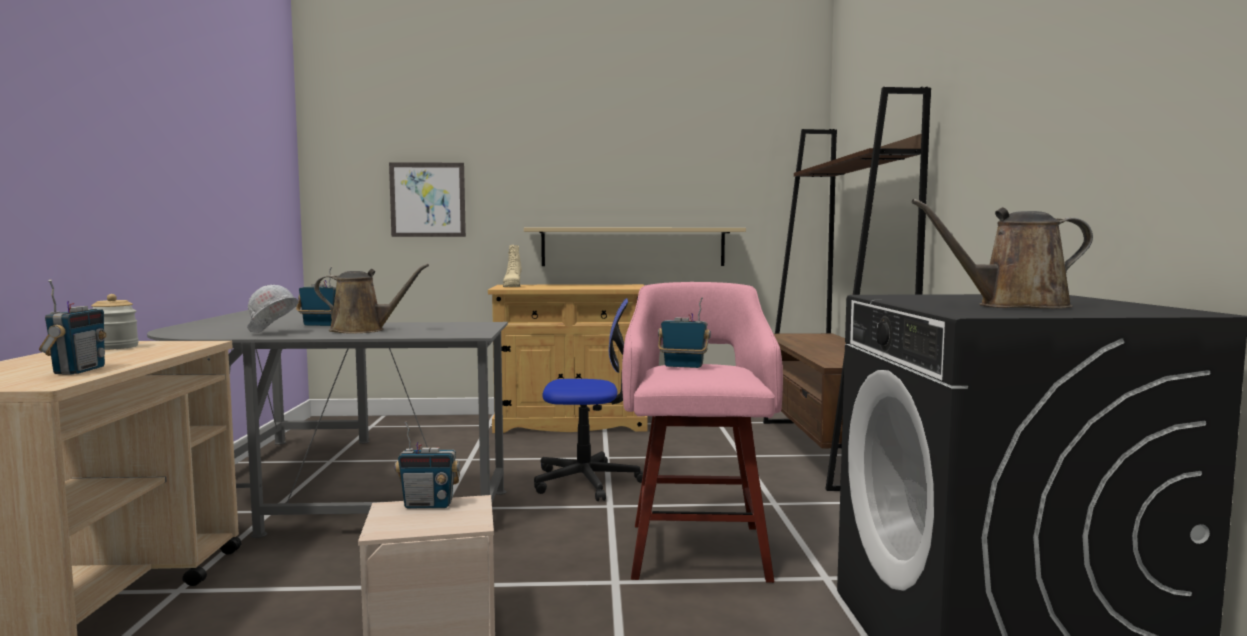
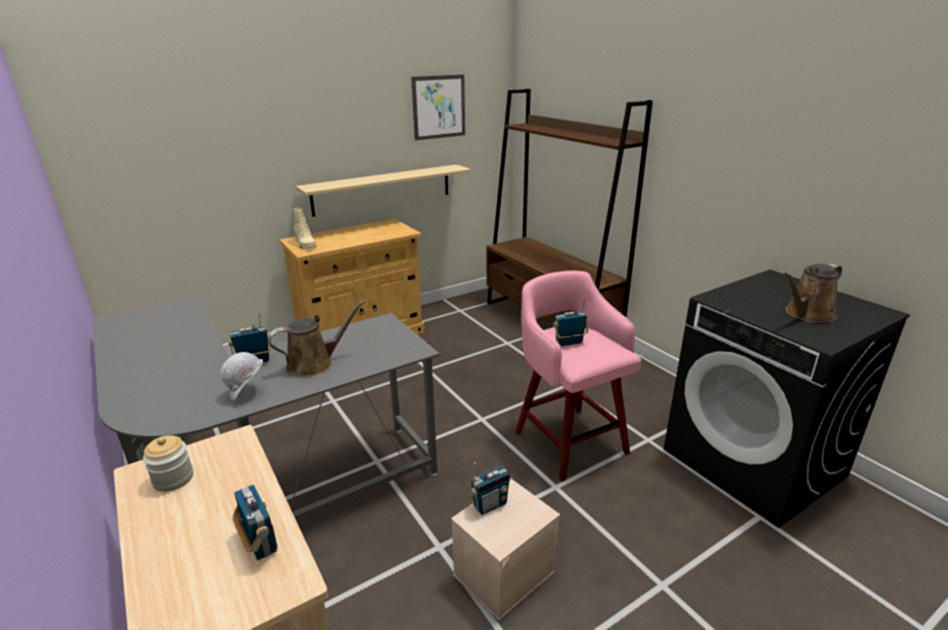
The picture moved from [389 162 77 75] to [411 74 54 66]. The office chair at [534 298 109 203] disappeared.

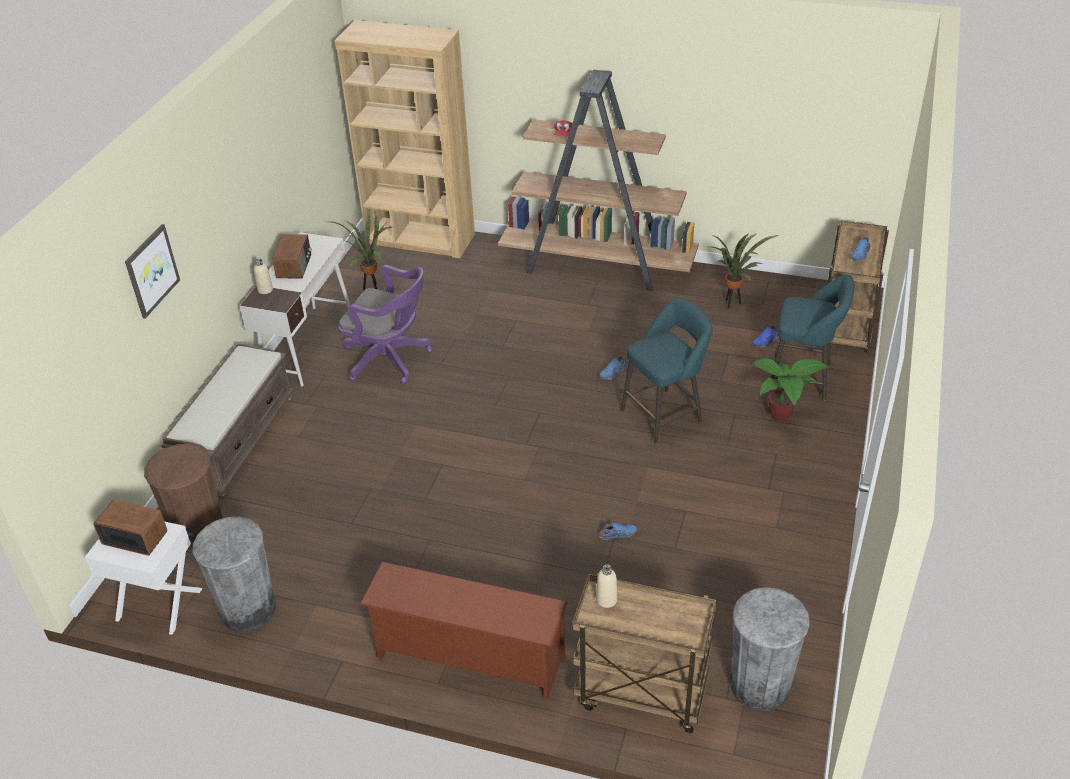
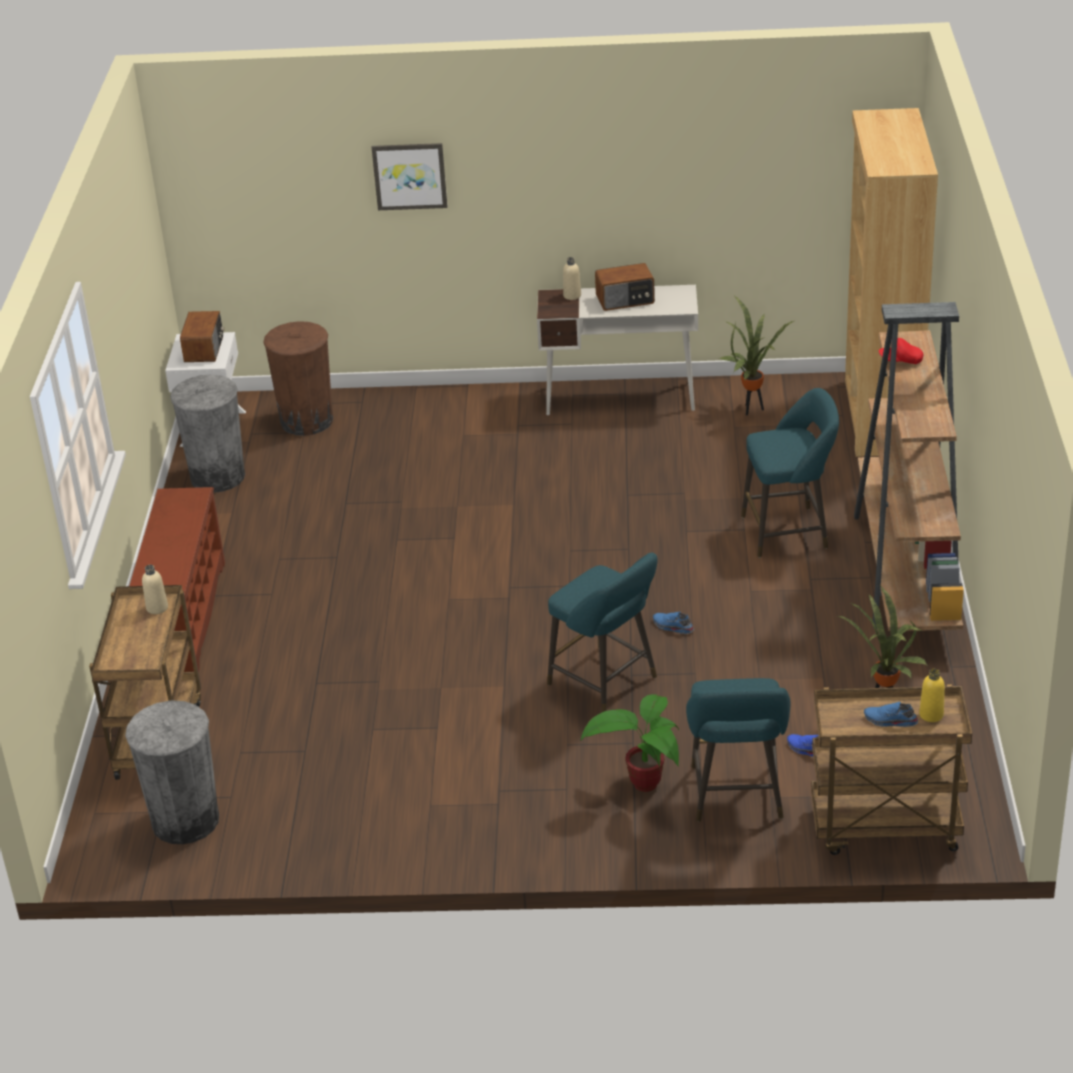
The turquoise stool at [741 388 98 170] appeared. The yellow bottle at [919 669 26 53] appeared. The brown bench at [161 343 133 155] disappeared. The purple office chair at [339 265 94 119] disappeared. The blue shoe at [599 522 38 18] disappeared.

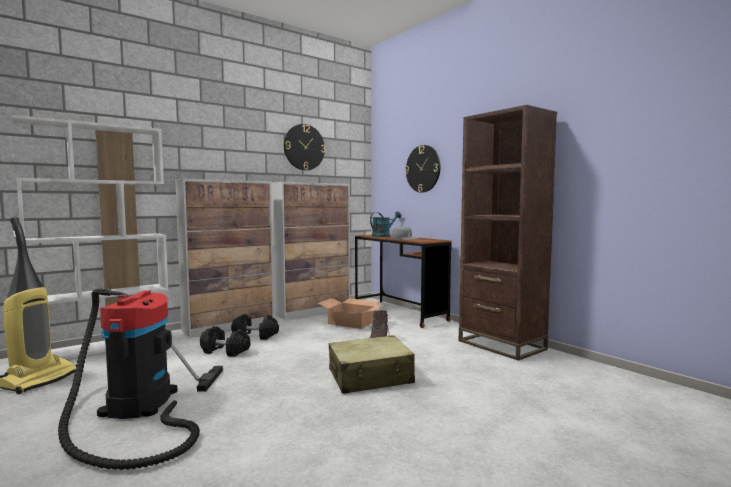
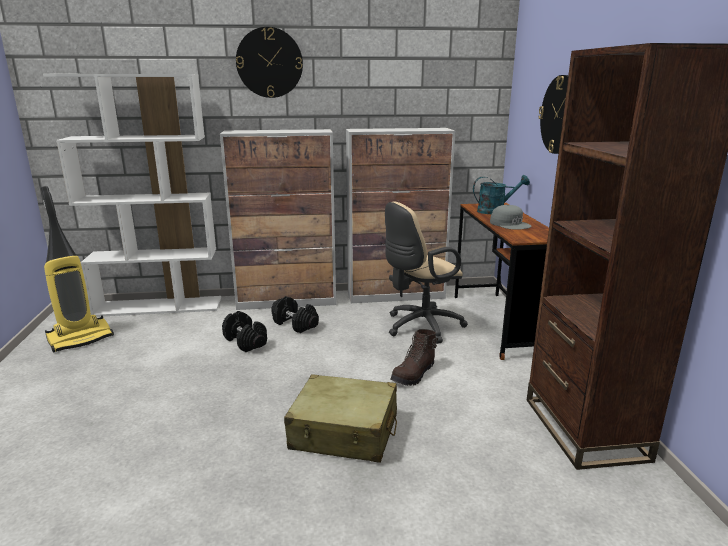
The wall clock moved from [284 124 41 46] to [236 27 67 71]. The cardboard box at [318 298 66 31] was replaced by the beige office chair at [385 202 83 142]. The vacuum cleaner at [58 289 165 181] disappeared.

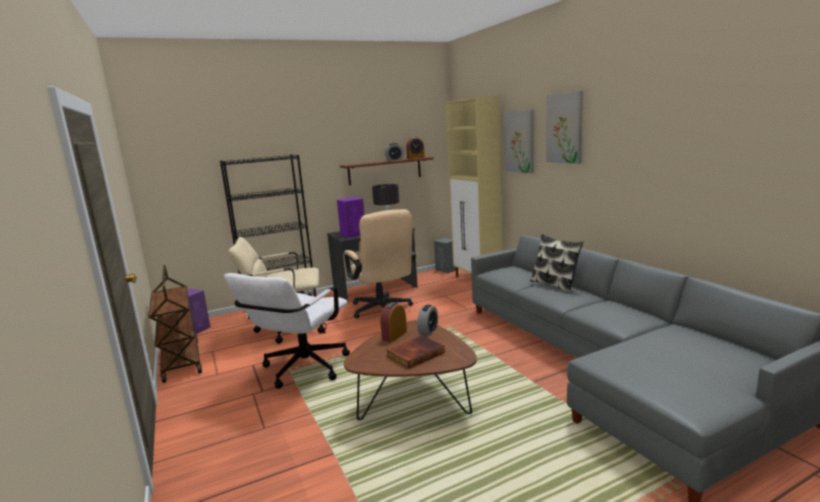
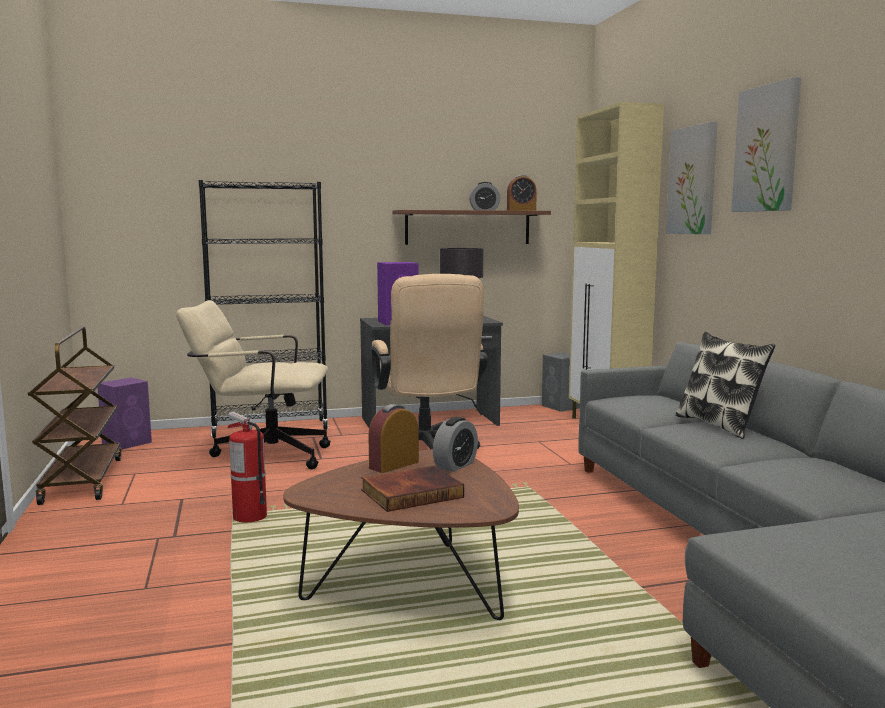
The white office chair at [224 273 126 116] was replaced by the fire extinguisher at [228 411 39 111].

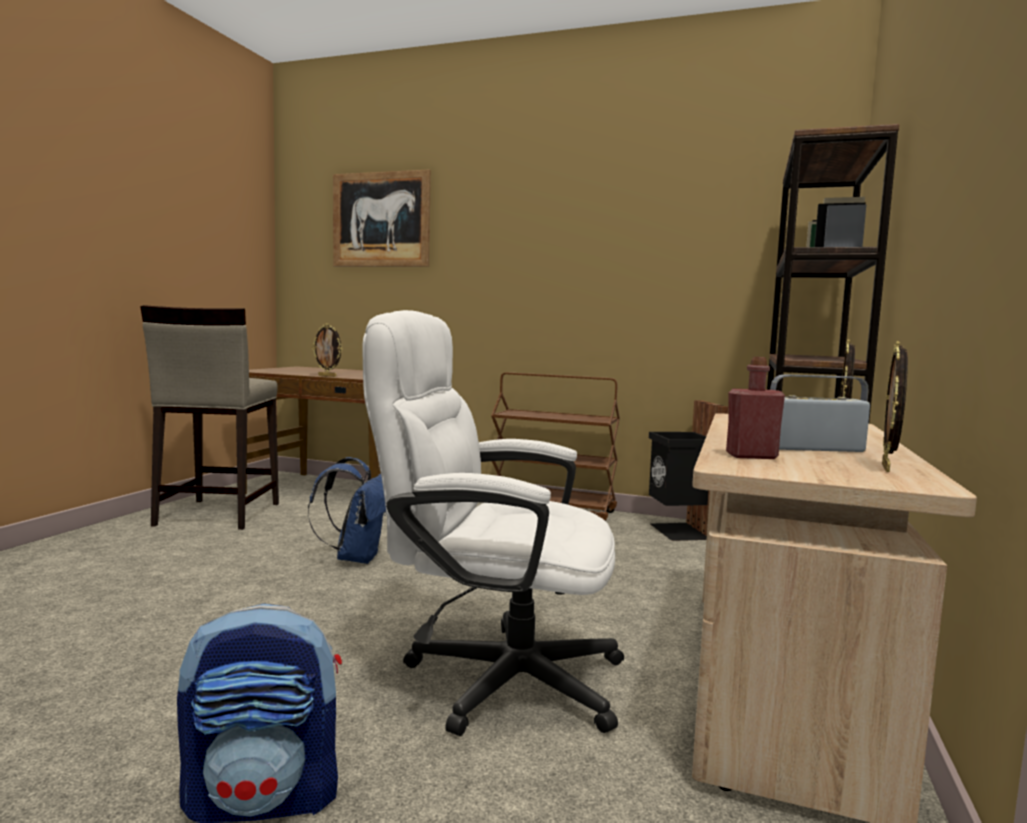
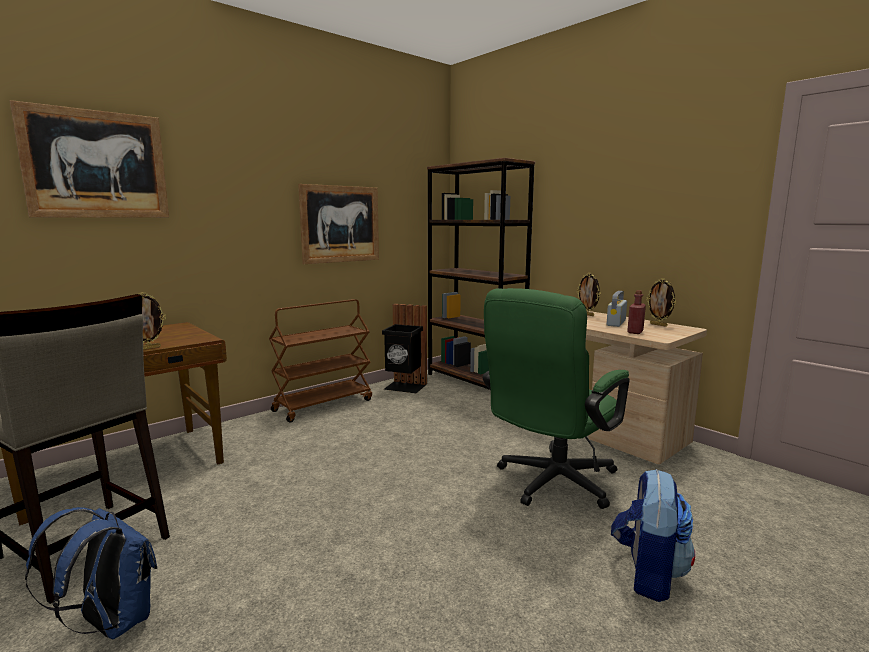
The blue backpack moved from [308 457 79 107] to [25 507 132 132]. The picture at [298 184 81 80] appeared. The white office chair at [362 310 262 426] became the green office chair at [483 288 147 221].

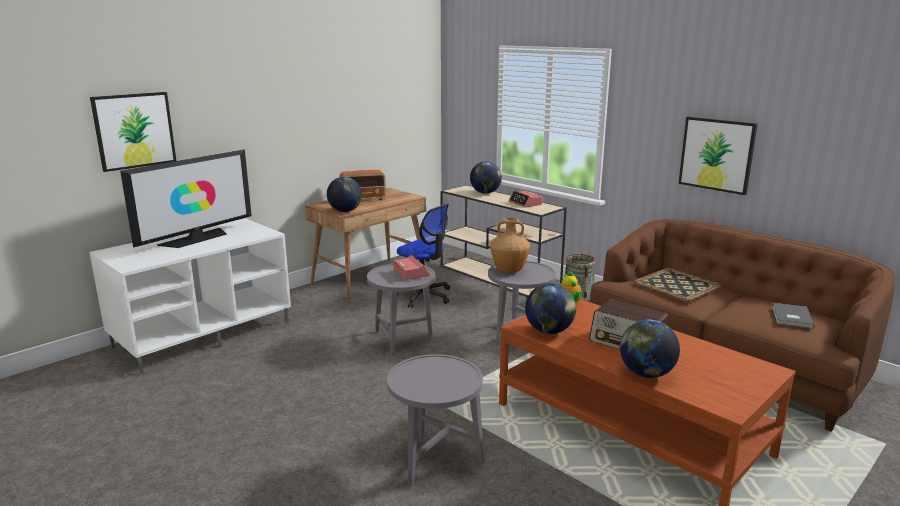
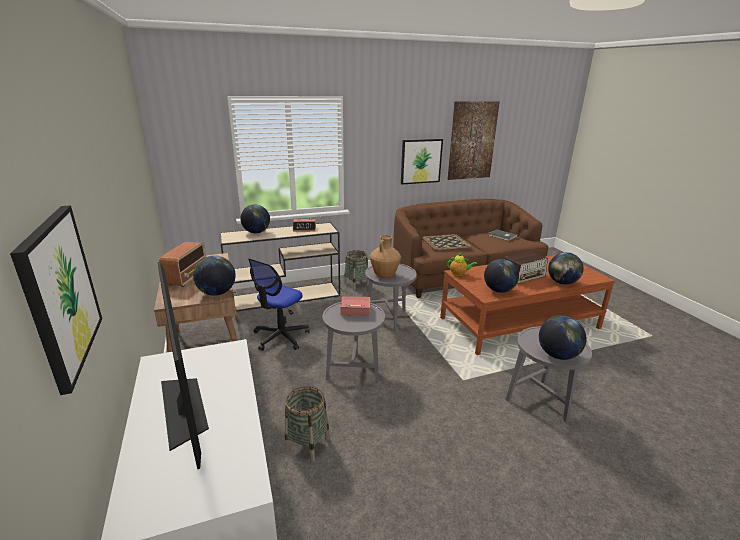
The office chair at [397 203 53 105] turned 150 degrees clockwise. The basket at [285 386 45 76] appeared. The picture at [447 101 53 79] appeared. The globe at [539 315 48 45] appeared.

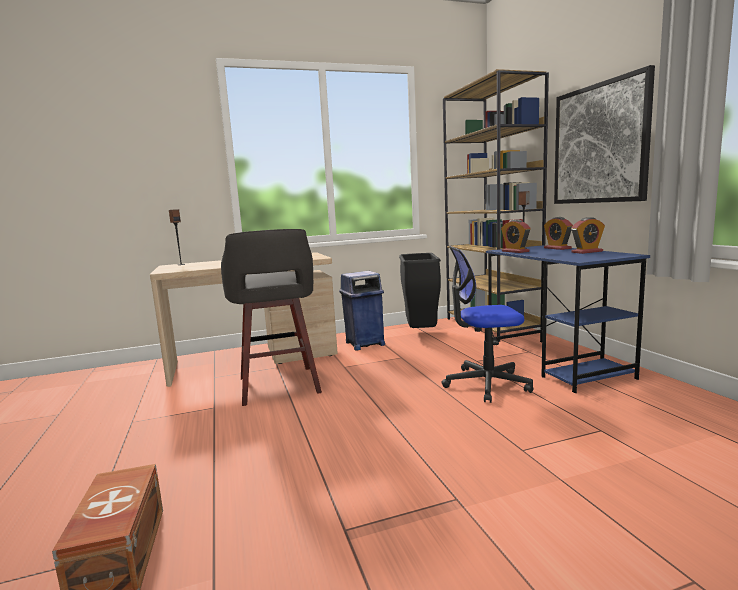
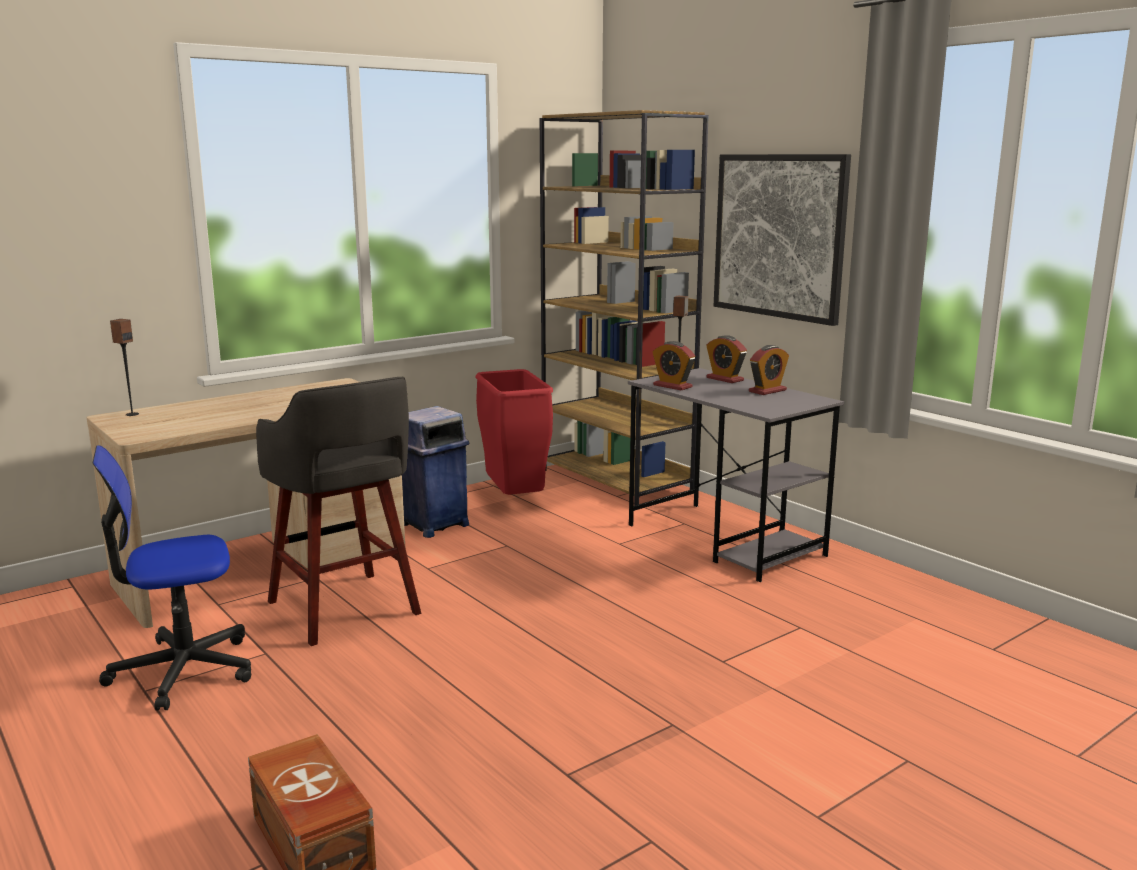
The office chair moved from [442 246 91 157] to [92 445 159 266]. The black trash can at [399 253 42 75] became the red trash can at [476 369 77 126]. The blue desk at [486 245 164 148] became the grey desk at [628 368 216 214].

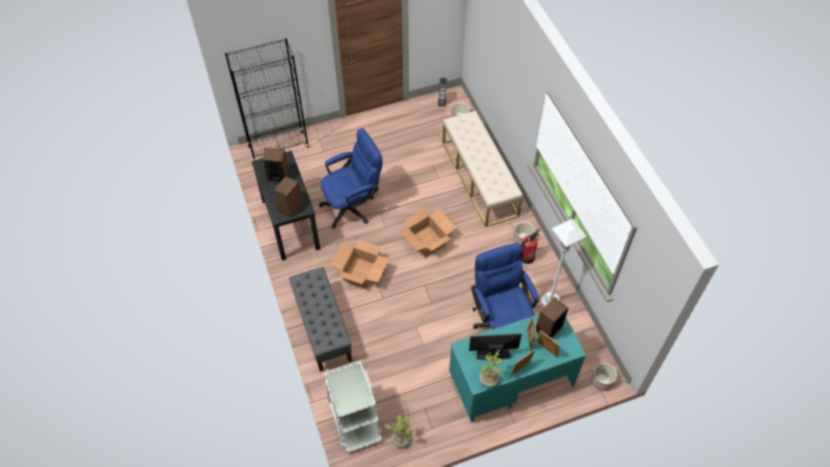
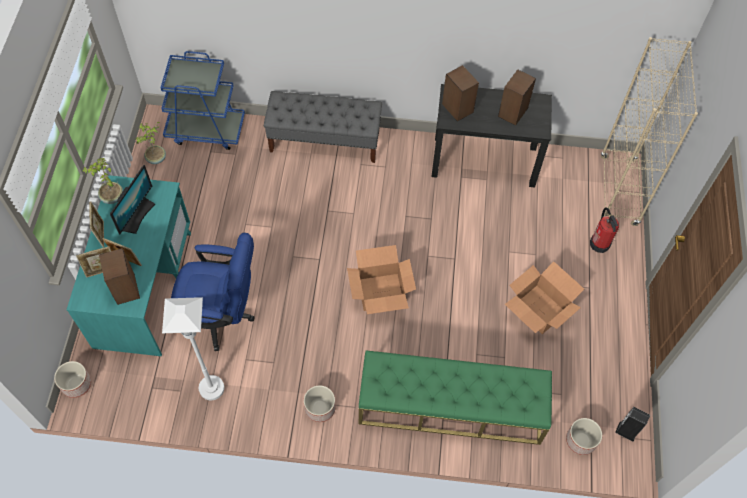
The white cart at [324 360 58 93] became the blue cart at [160 51 85 99]. The beige bench at [443 111 80 116] became the green bench at [359 351 193 94]. The cardboard box moved from [331 240 59 49] to [505 262 79 72]. The fire extinguisher moved from [521 230 19 34] to [590 207 29 46]. The black bookcase at [225 38 84 123] became the beige bookcase at [601 37 97 189]. The blue office chair at [319 129 63 100] disappeared.

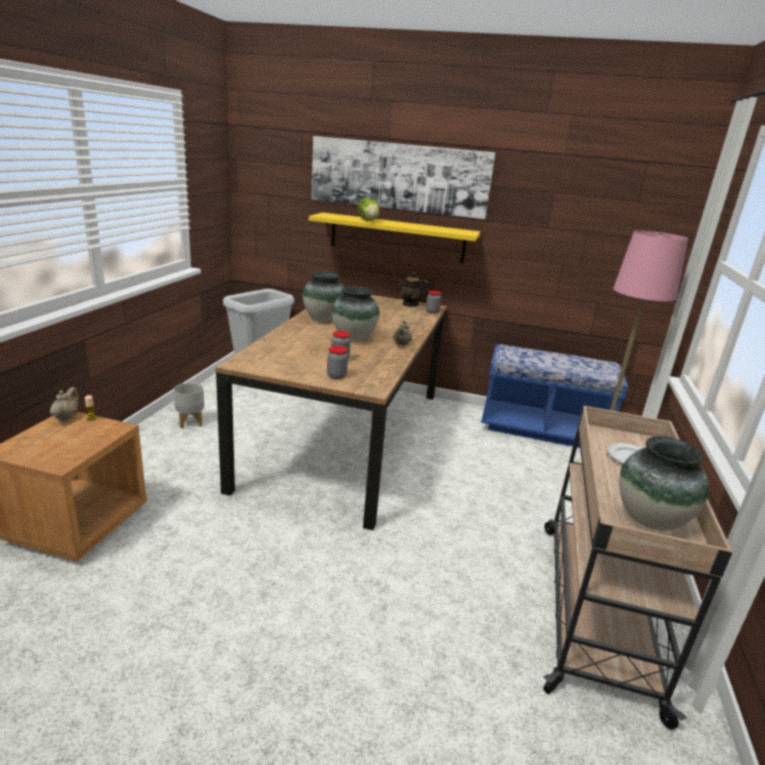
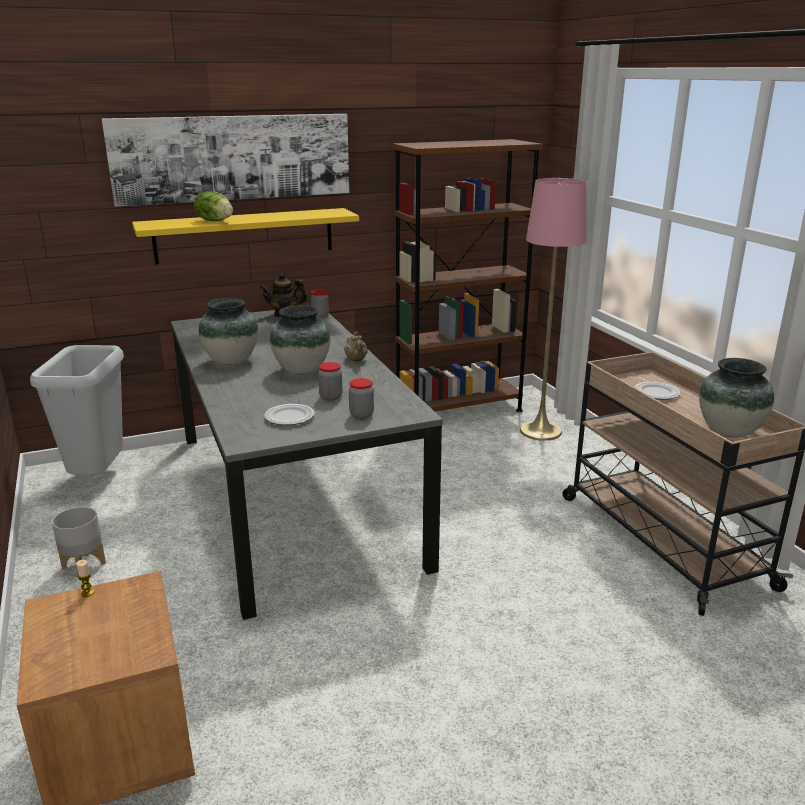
The brown dining table at [215 295 231 236] became the grey dining table at [171 310 272 310]. The plate at [264 404 51 21] appeared. The blue bench at [481 344 147 104] was replaced by the brown bookcase at [392 139 151 273]. The beige teapot at [50 387 29 34] disappeared.

